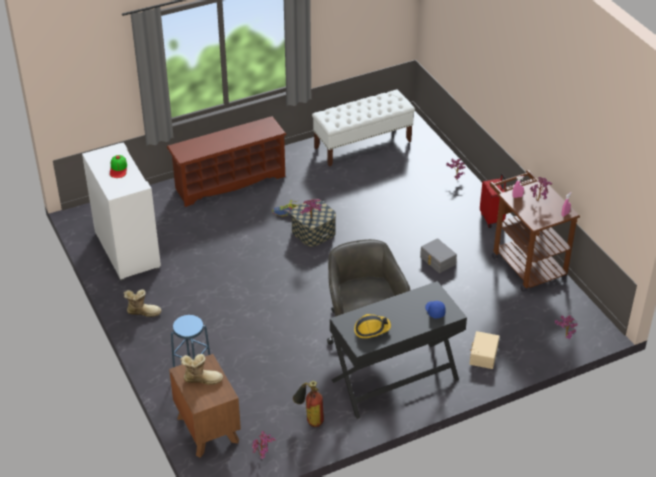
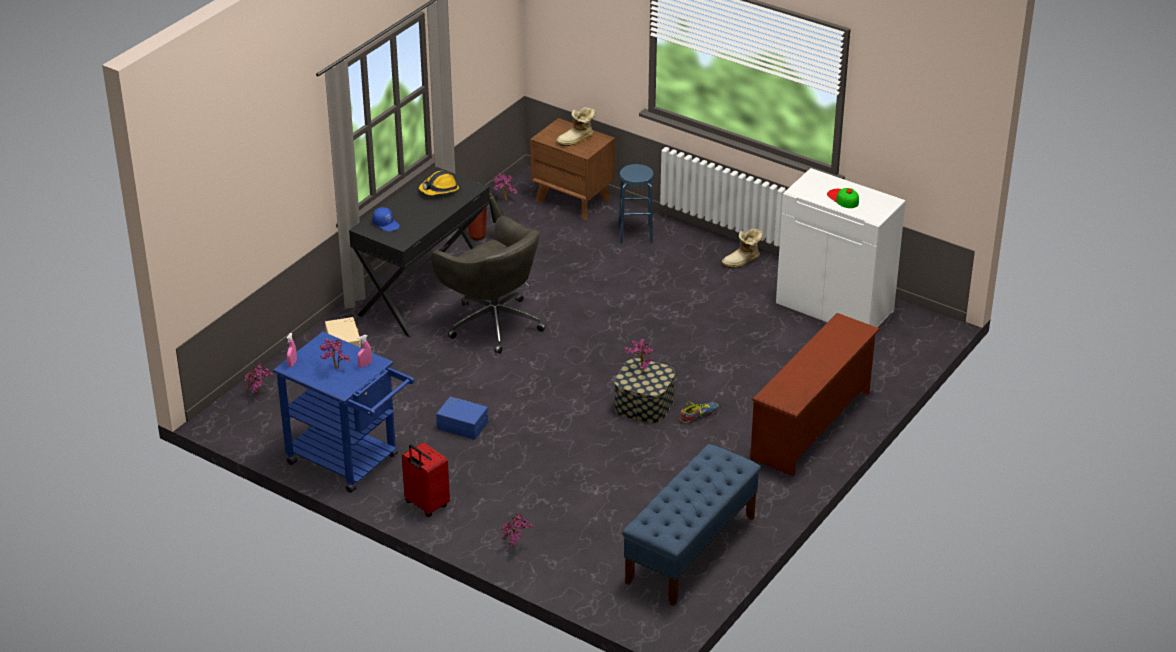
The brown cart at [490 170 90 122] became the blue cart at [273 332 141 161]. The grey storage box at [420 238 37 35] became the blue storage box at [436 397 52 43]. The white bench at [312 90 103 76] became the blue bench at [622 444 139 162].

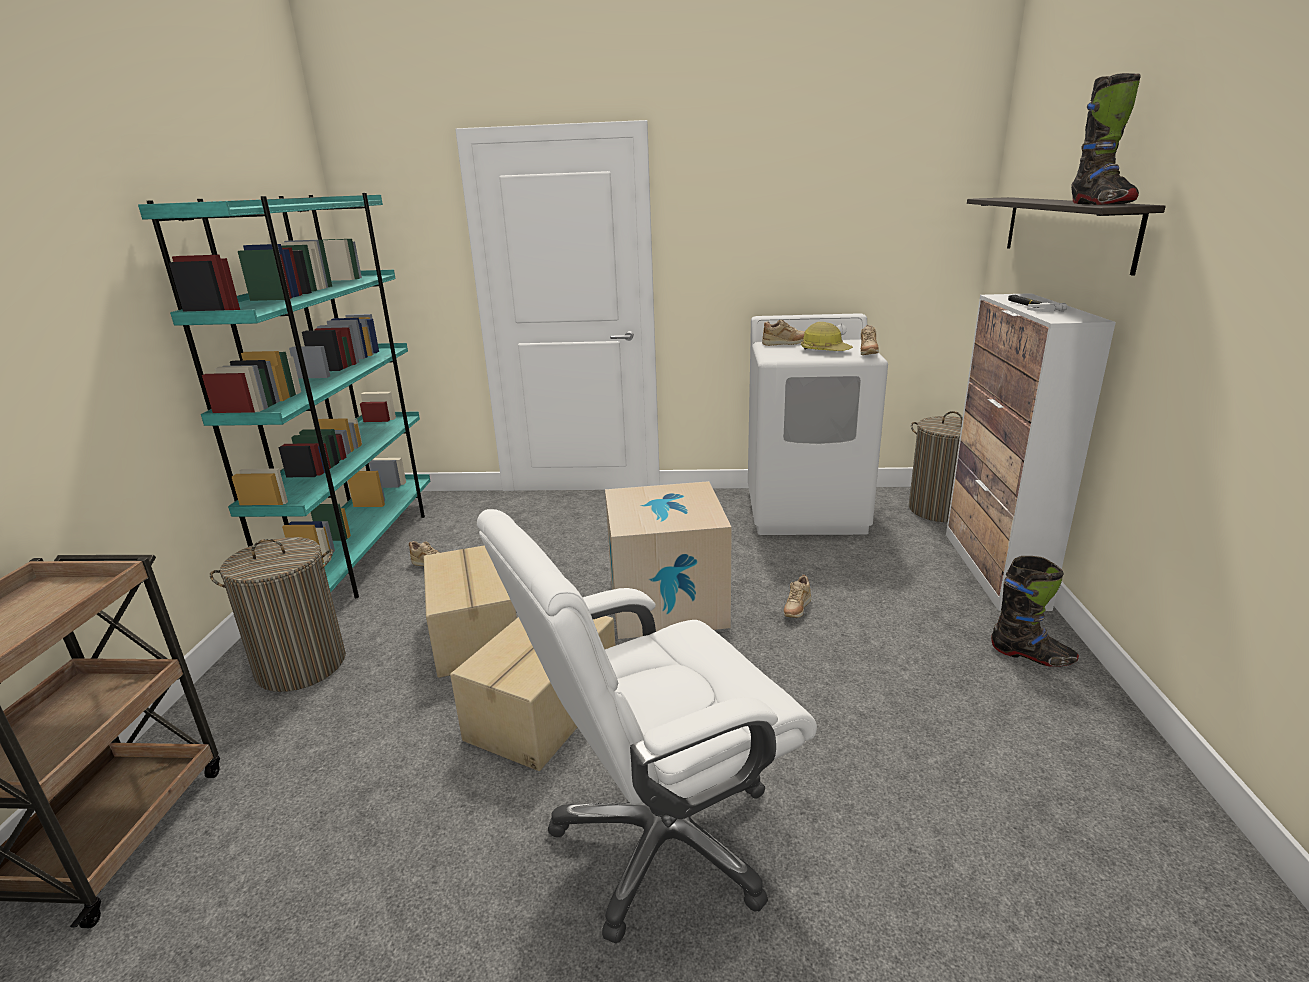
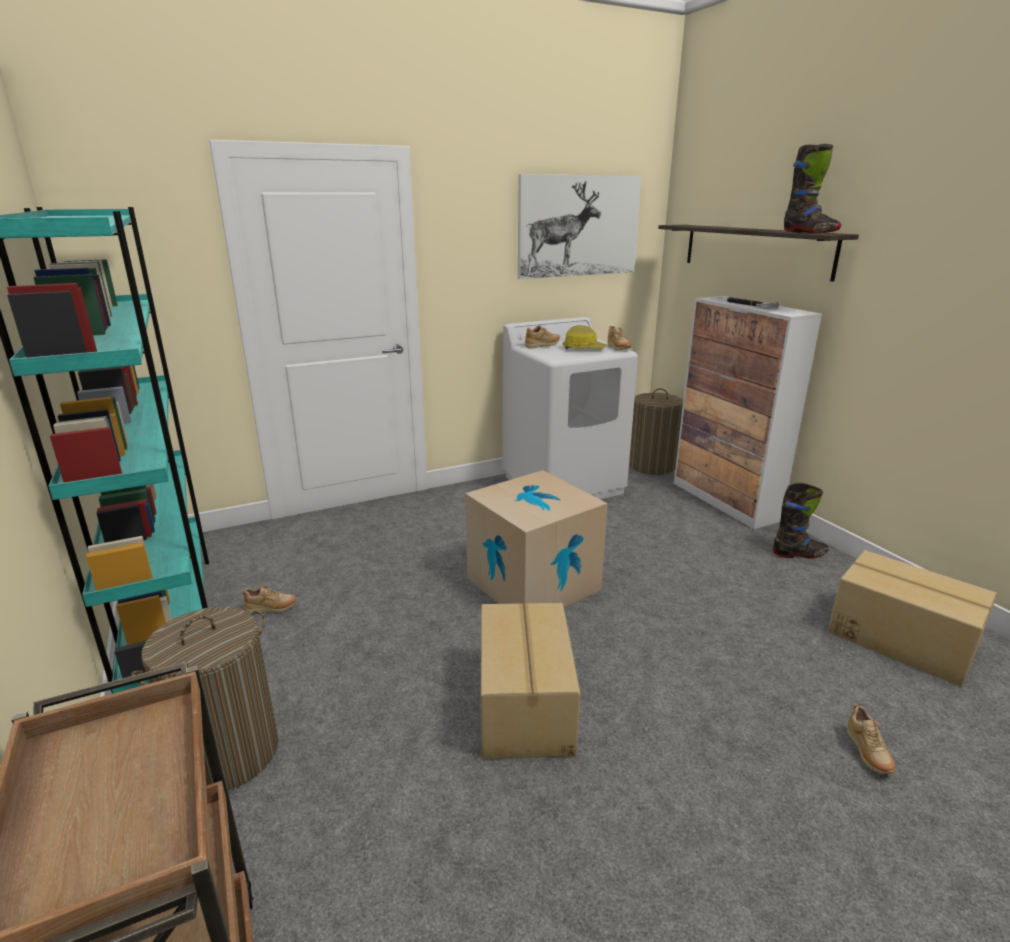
The picture at [518 174 124 105] appeared. The cardboard box moved from [424 545 93 133] to [828 550 169 137]. The beige shoe moved from [784 575 27 43] to [847 704 49 70]. The white office chair at [477 509 340 435] disappeared.

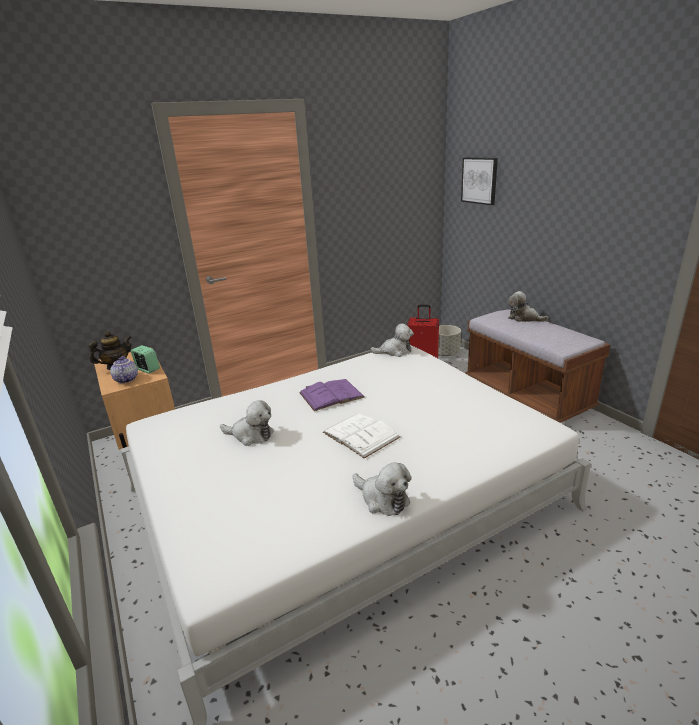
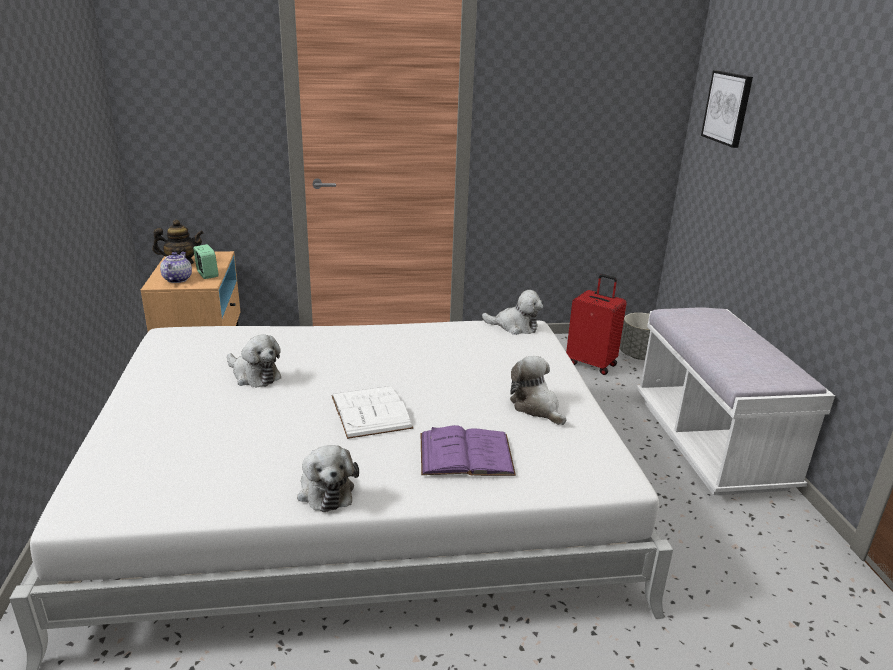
The purple book moved from [299 379 65 32] to [421 425 95 51]. The plush toy moved from [508 291 40 31] to [510 356 56 69]. The brown bench at [465 309 146 114] became the white bench at [637 307 198 188].

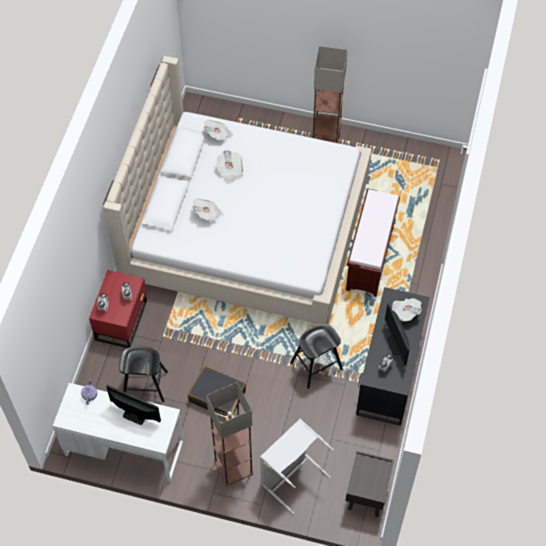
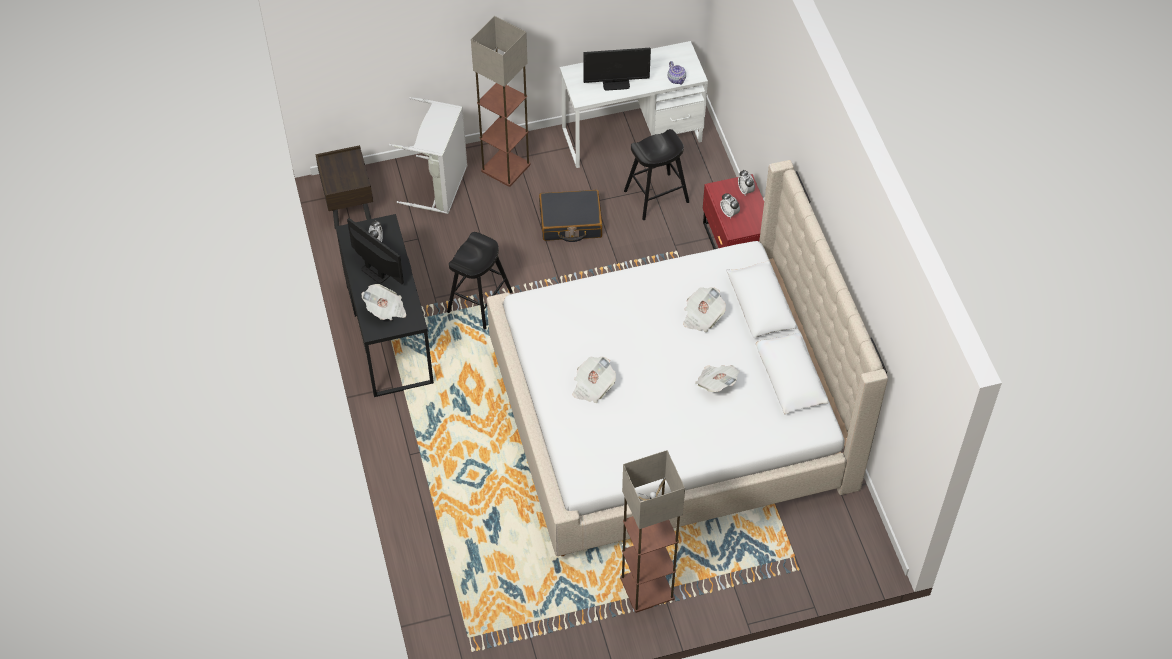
The newspaper moved from [203 120 30 21] to [573 356 43 47]. The brown bench at [346 188 54 109] disappeared.

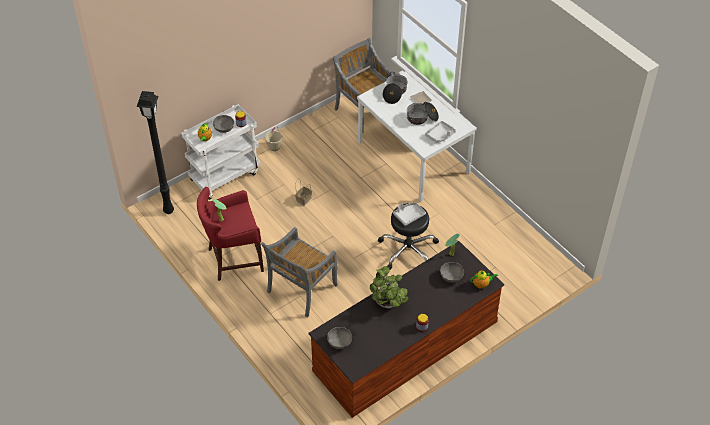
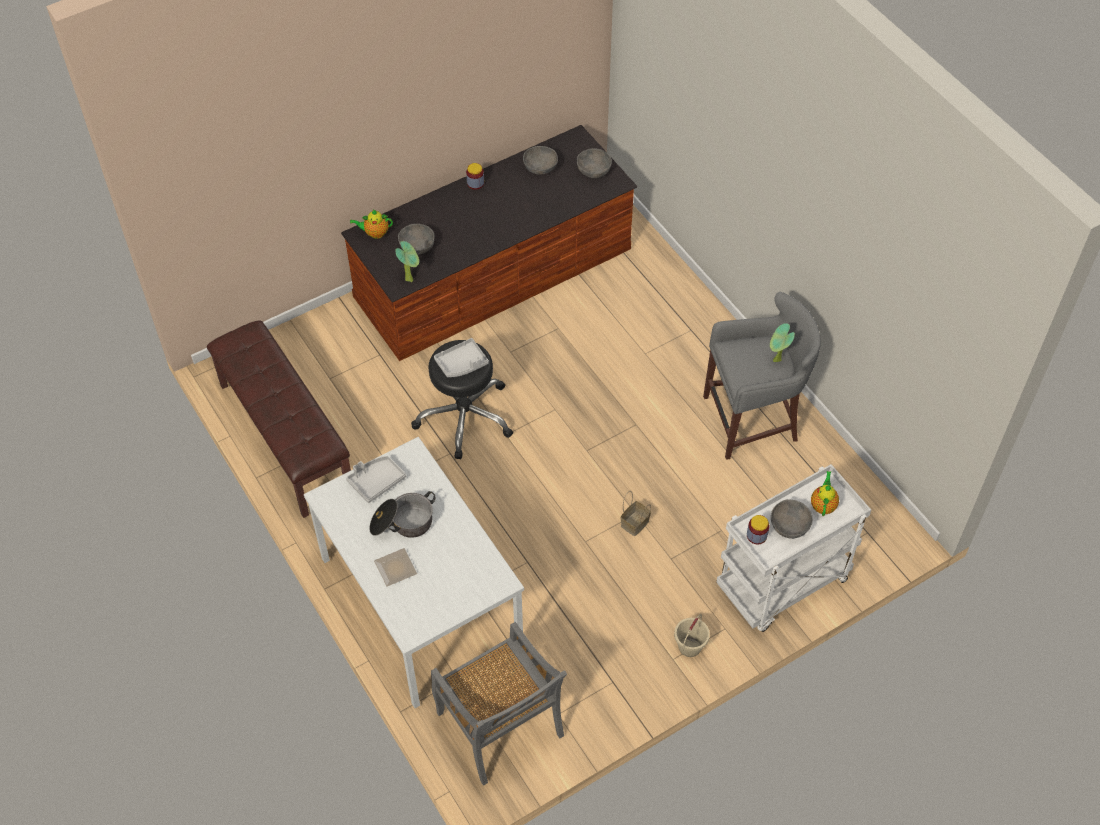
The brown bench at [207 320 144 198] appeared. The grey bowl at [523 146 35 29] appeared. The red stool at [197 187 67 94] became the grey stool at [703 292 118 168]. The black floor lamp at [136 91 38 123] disappeared. The grey chair at [261 227 77 90] disappeared. The potted plant at [370 266 39 42] disappeared. The cooking pot at [383 72 25 32] disappeared.

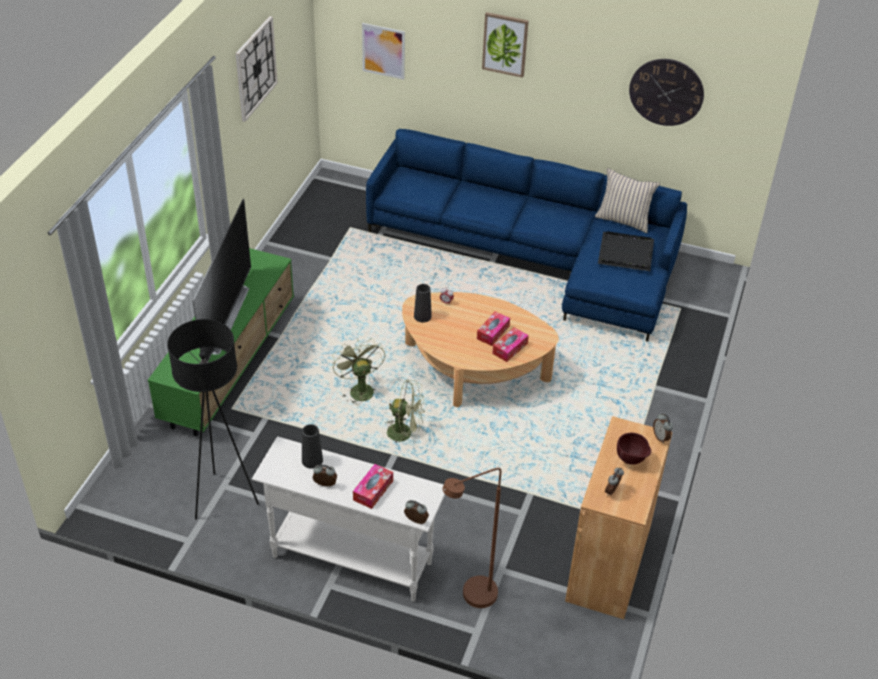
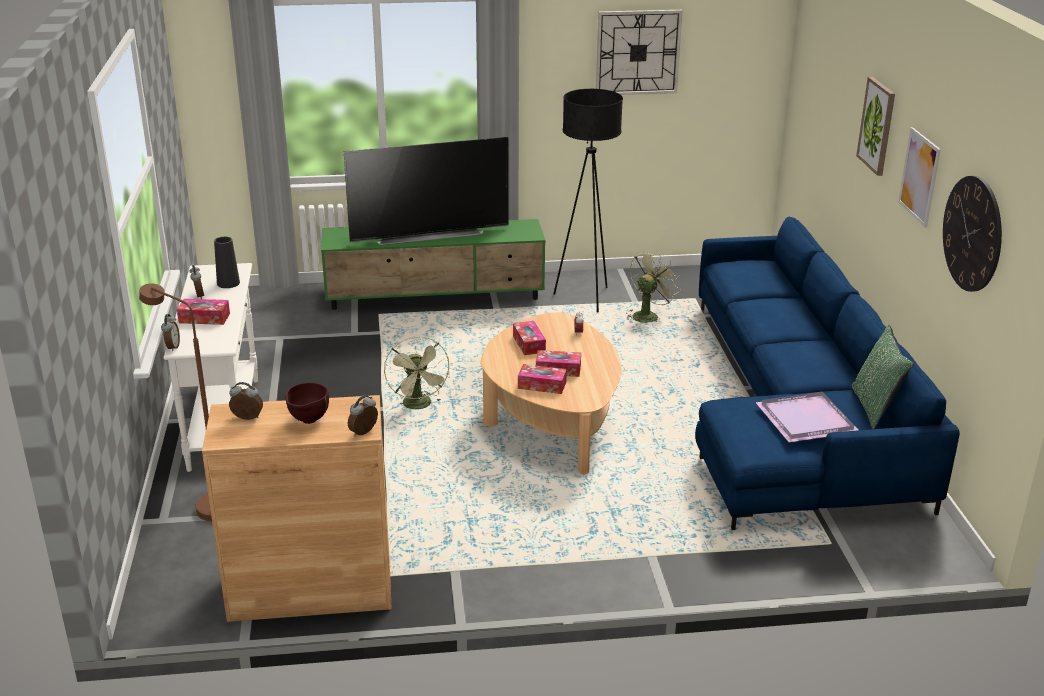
The tissue box at [513 321 33 34] appeared. The black floor lamp moved from [167 319 92 201] to [553 89 70 224]. The green fan moved from [332 338 53 68] to [626 251 54 72]. The black tray at [598 231 56 40] became the purple tray at [756 392 102 50]. The beige pillow at [595 168 65 65] became the green pillow at [852 325 62 104]. The picture moved from [362 23 43 57] to [898 127 43 101]. The black vase at [414 284 18 38] disappeared.

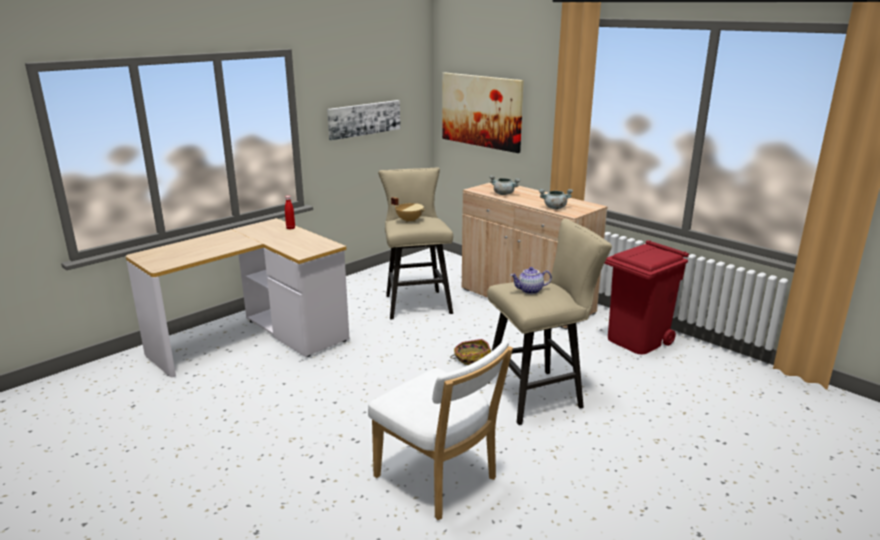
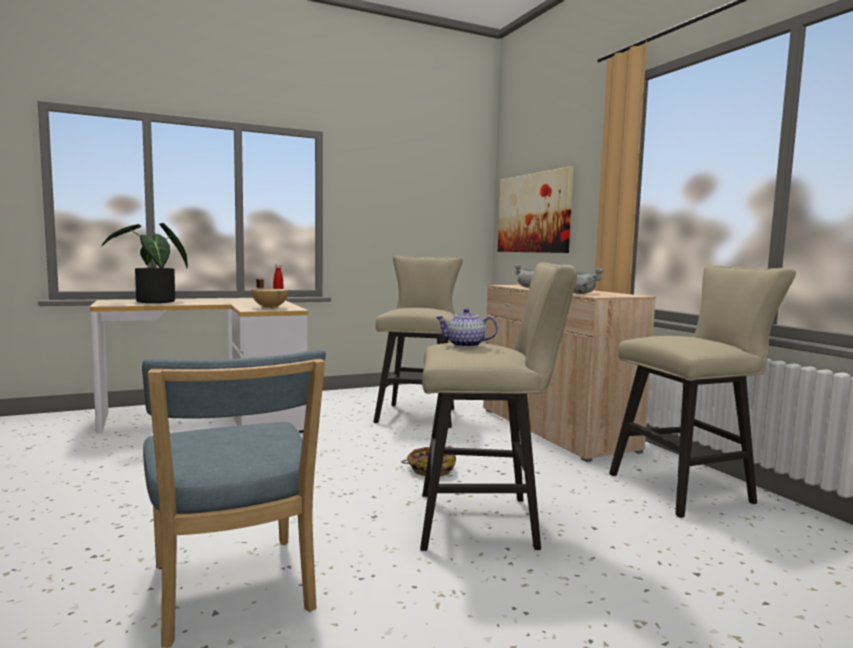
The potted plant at [102 223 86 80] appeared. The white chair at [368 340 145 180] became the blue chair at [142 350 184 297]. The beige cooking pot moved from [391 197 34 26] to [251 279 38 30]. The red trash can at [604 240 85 115] was replaced by the beige stool at [609 265 187 253]. The picture at [327 100 73 41] disappeared.

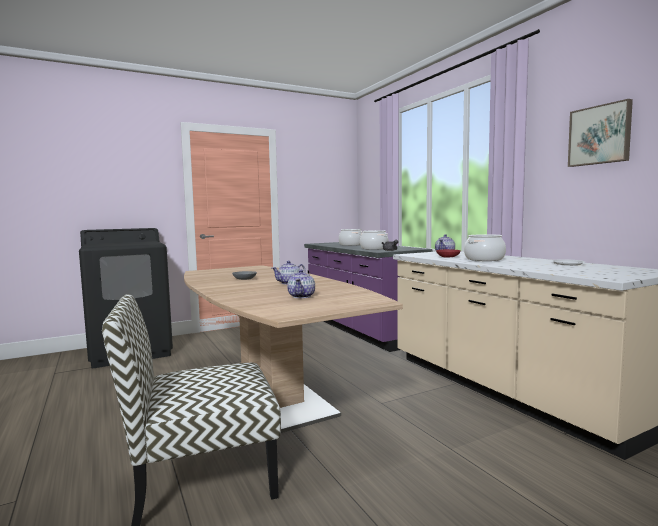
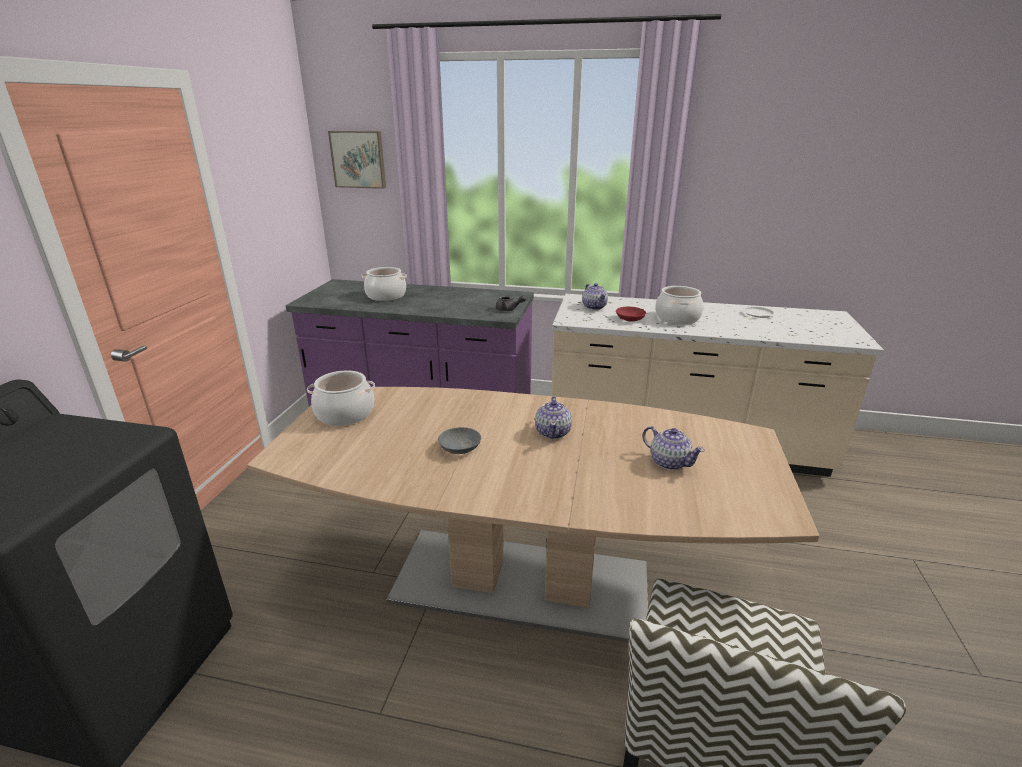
The cooking pot moved from [360 230 29 20] to [307 371 68 55]. The picture moved from [568 99 65 68] to [328 131 58 58].

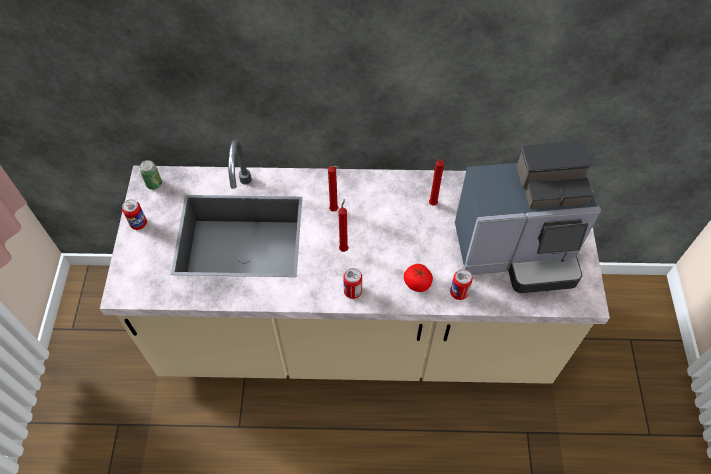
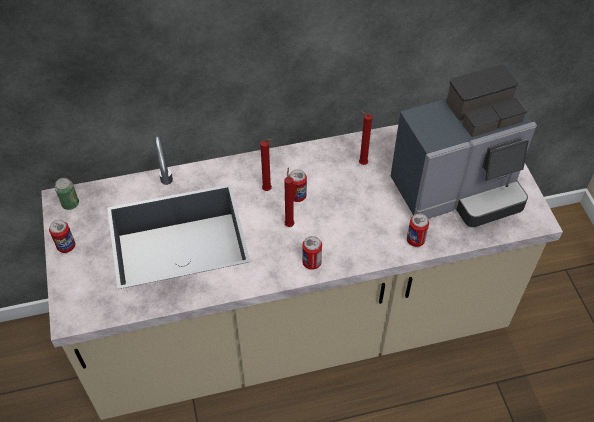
The can at [289 169 18 33] appeared. The tomato at [404 264 29 28] disappeared.

